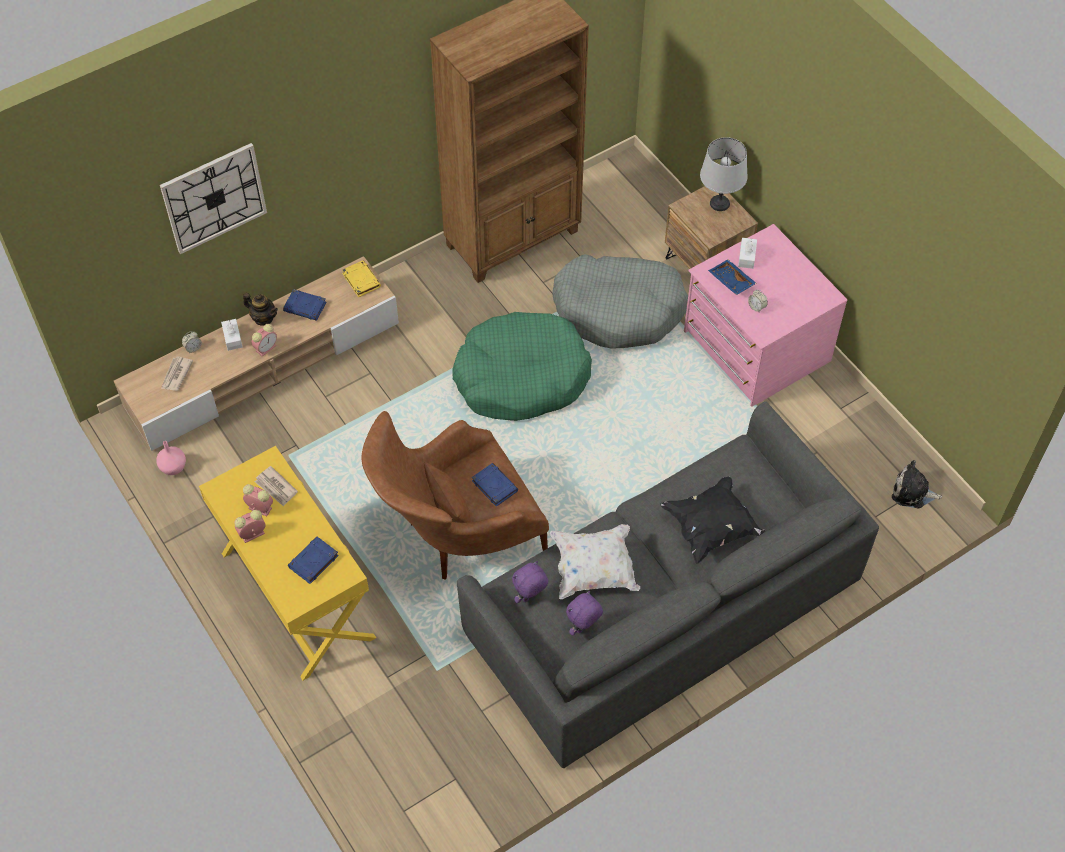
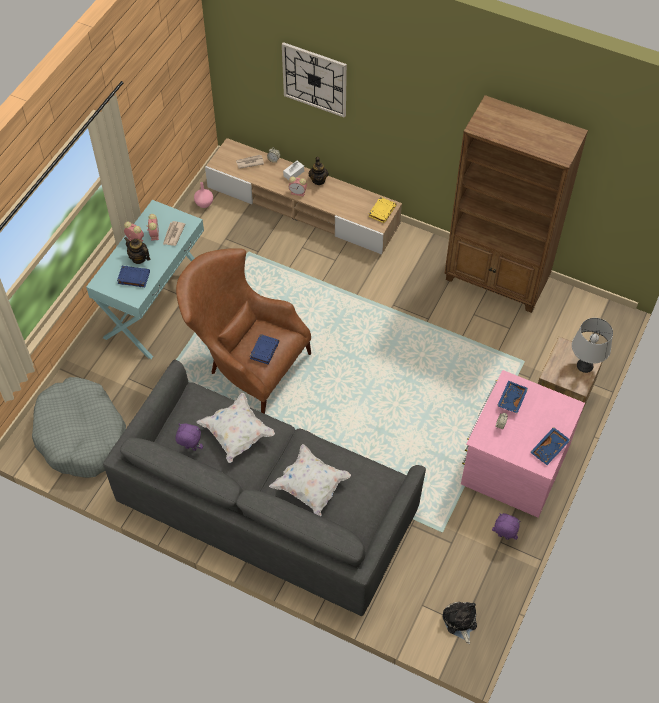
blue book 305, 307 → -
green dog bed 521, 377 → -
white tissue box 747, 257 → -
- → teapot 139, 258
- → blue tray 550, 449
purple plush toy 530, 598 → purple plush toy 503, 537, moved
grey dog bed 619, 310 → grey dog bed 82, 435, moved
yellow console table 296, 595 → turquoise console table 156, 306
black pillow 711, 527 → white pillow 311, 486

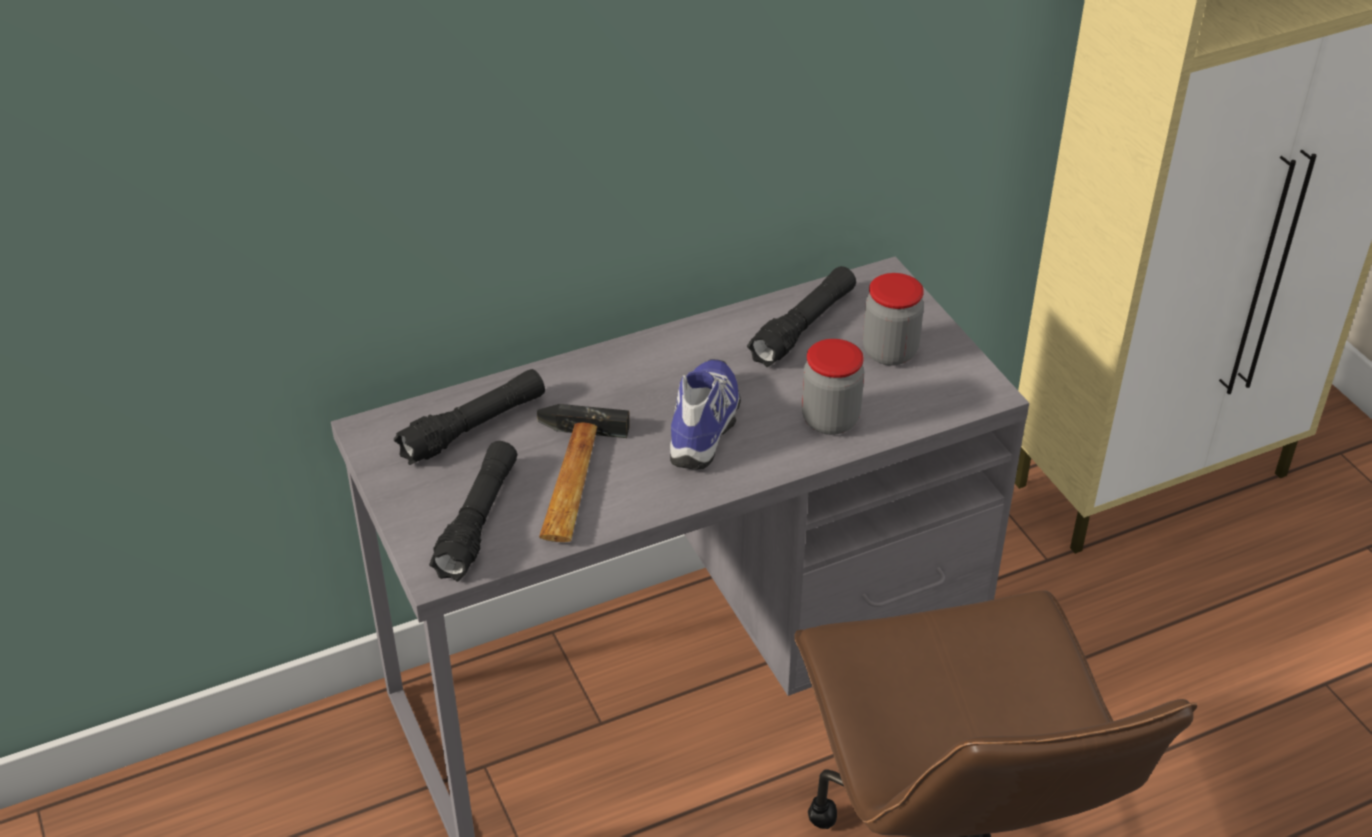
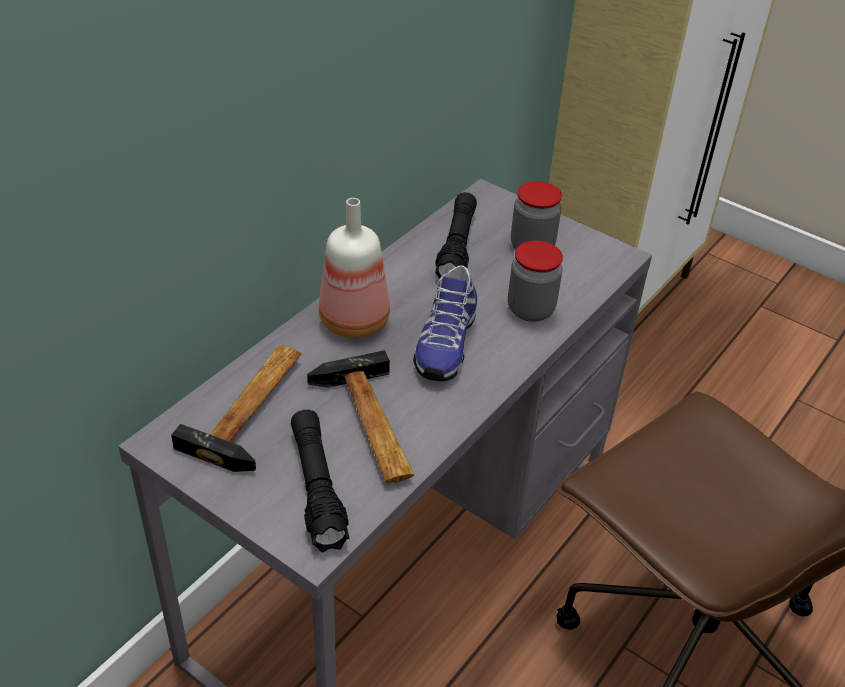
- → bottle 356, 320
black flashlight 473, 428 → hammer 255, 408
shoe 706, 426 → shoe 444, 344, 150 degrees counterclockwise

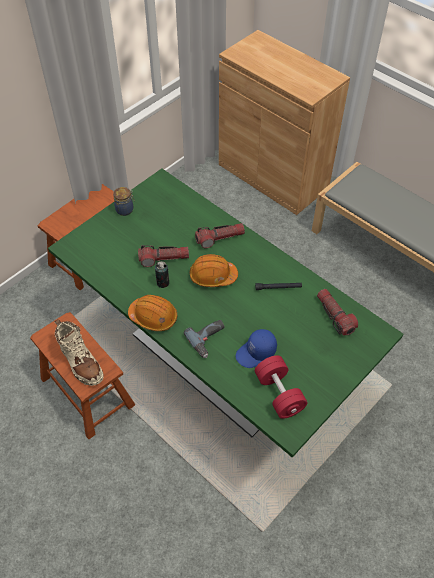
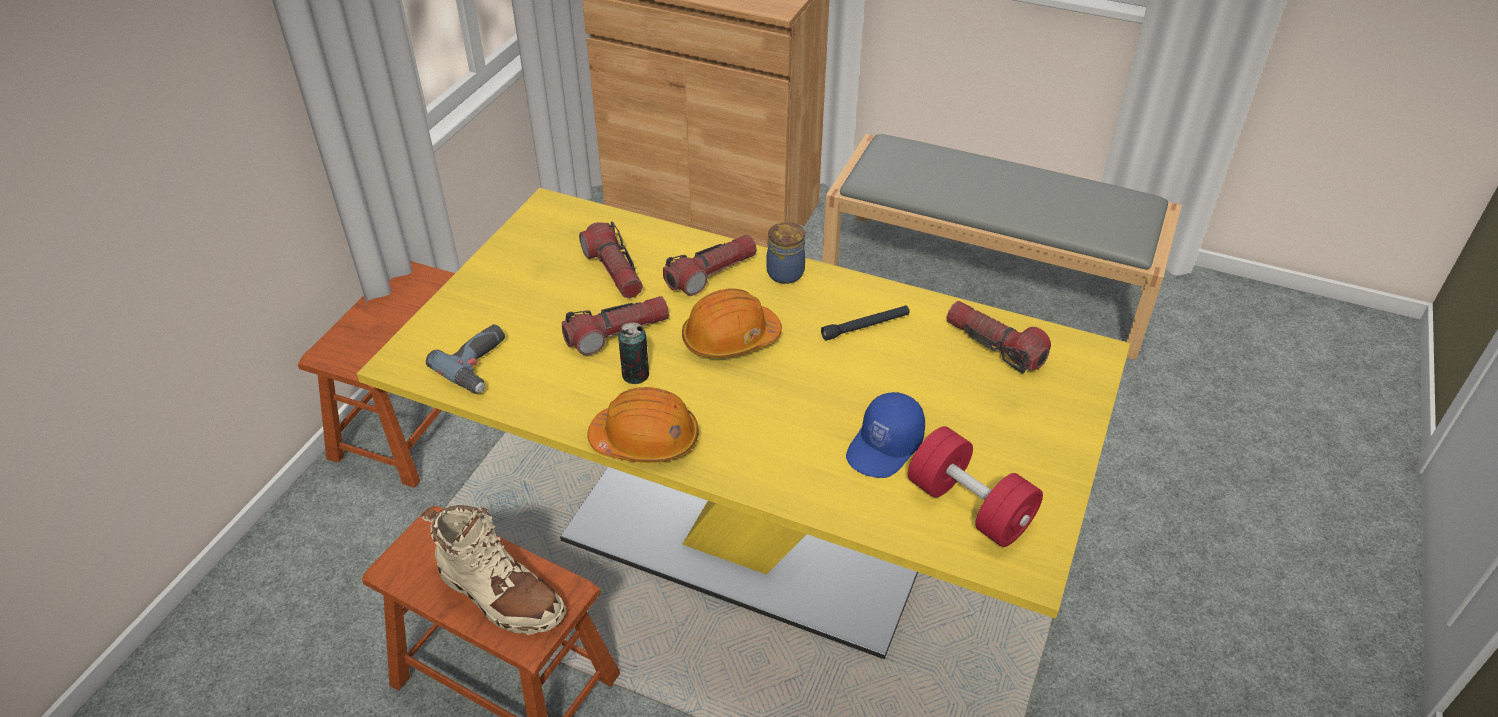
- → flashlight 614, 270
jar 125, 209 → jar 786, 272, moved
power drill 209, 340 → power drill 481, 365, moved
green dining table 216, 359 → yellow dining table 748, 536

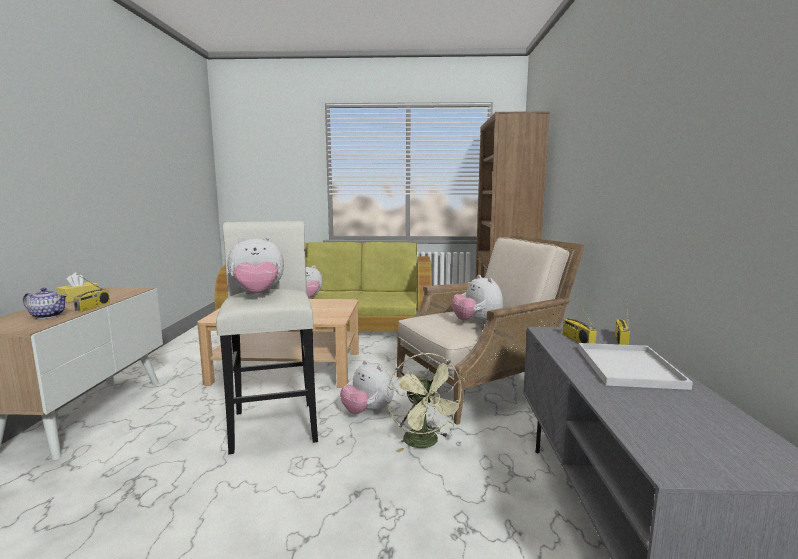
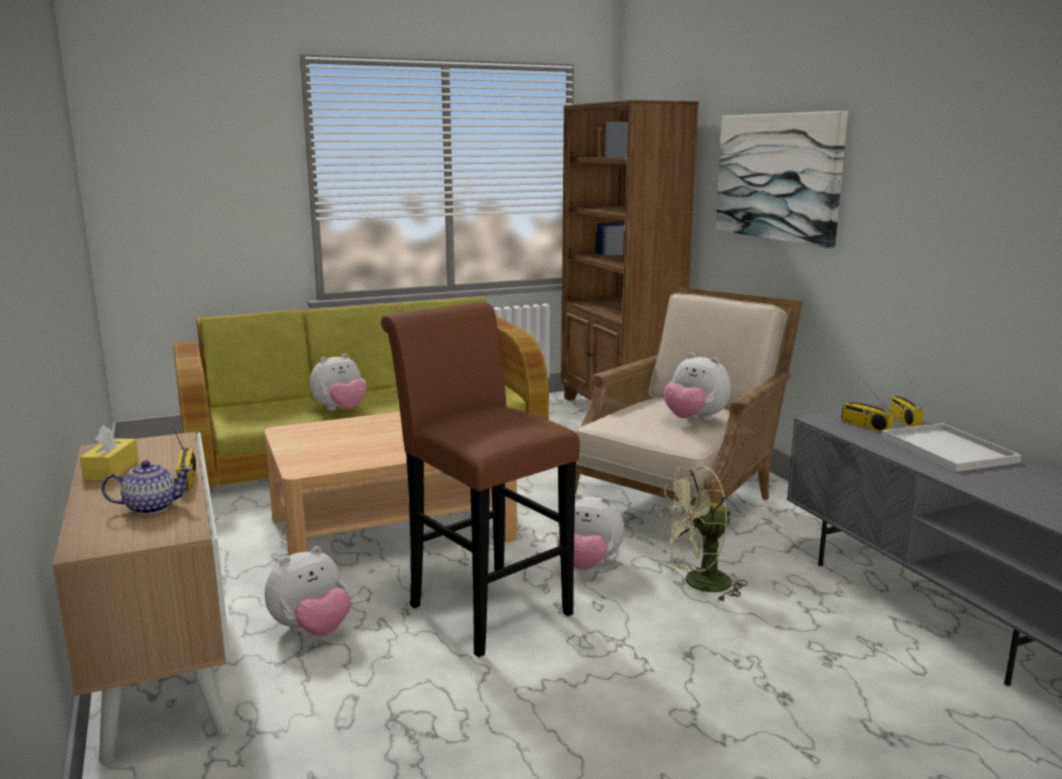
- → picture 777, 177
plush toy 257, 295 → plush toy 311, 630, moved
white stool 274, 422 → brown stool 483, 605
green fan 425, 443 → green fan 698, 584, 120 degrees clockwise

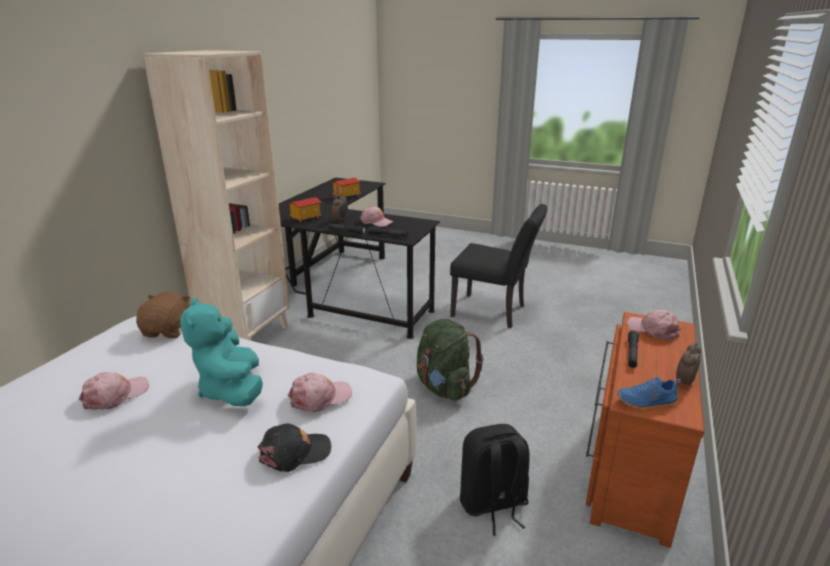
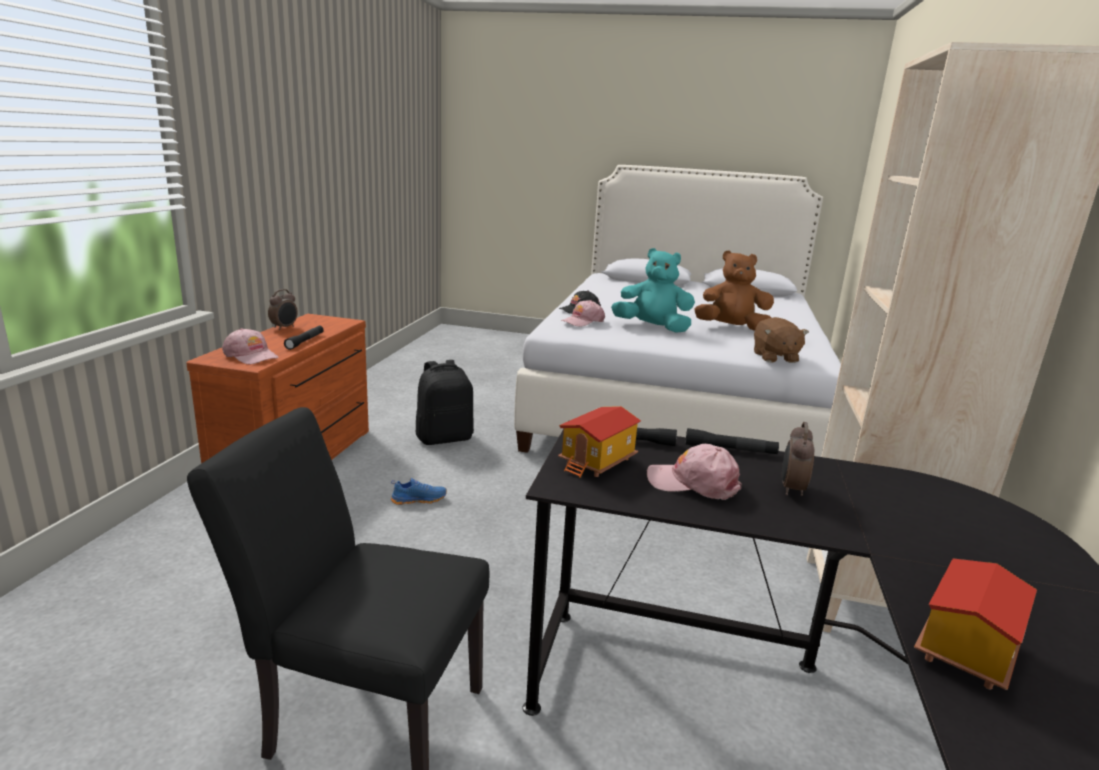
green backpack 444, 387 → -
toy house 305, 218 → toy house 598, 462, moved
blue shoe 647, 403 → blue shoe 419, 499, moved
pink cap 115, 395 → brown plush toy 731, 328
turquoise plush toy 232, 390 → turquoise plush toy 652, 328, 45 degrees counterclockwise

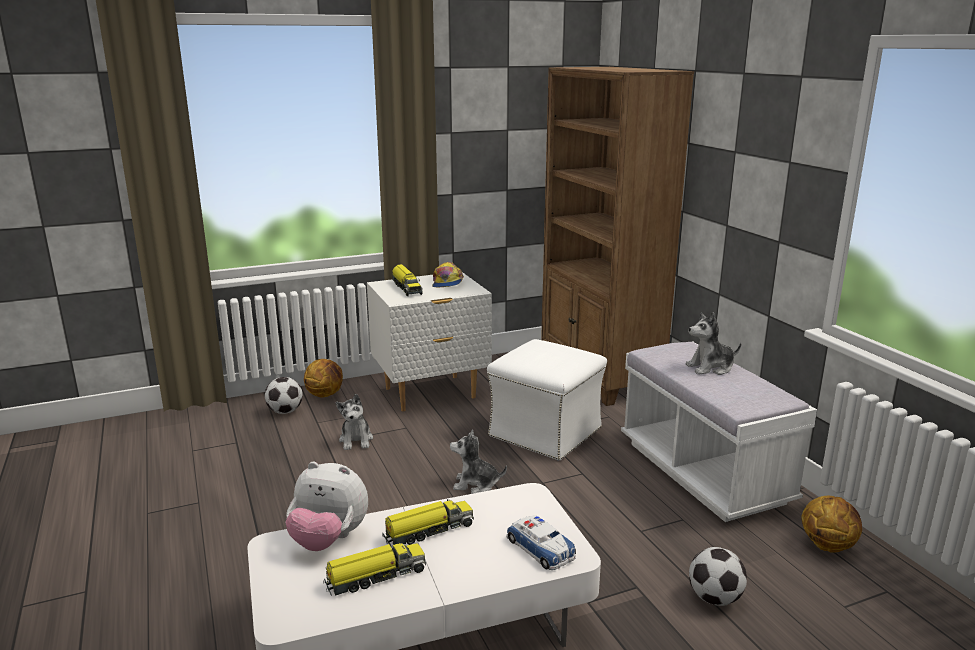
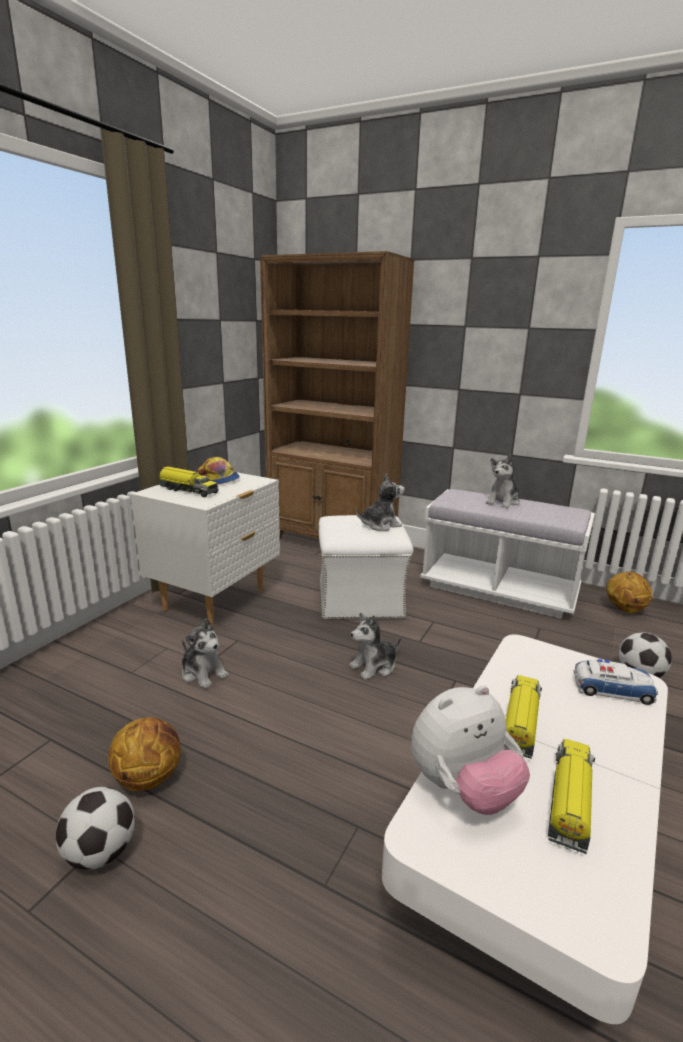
- → plush toy 380, 525
football 285, 411 → football 101, 853, moved
basketball 325, 394 → basketball 149, 777, moved

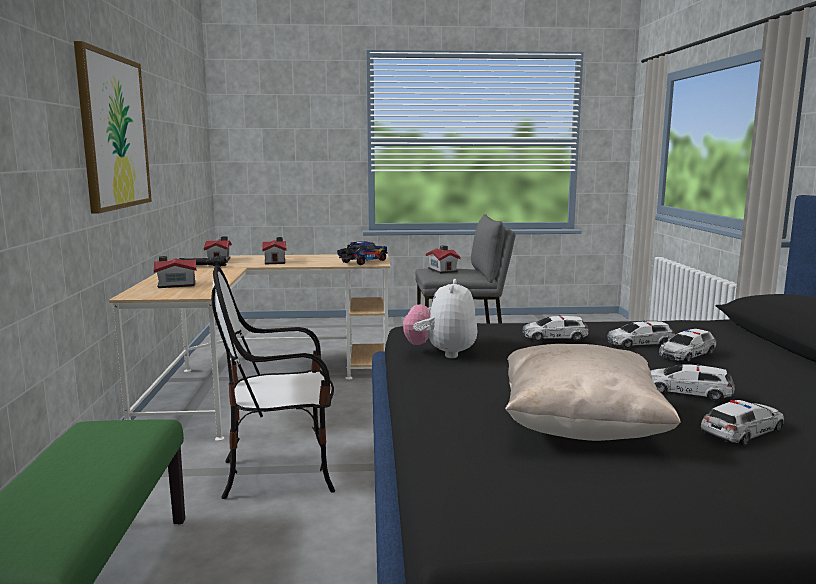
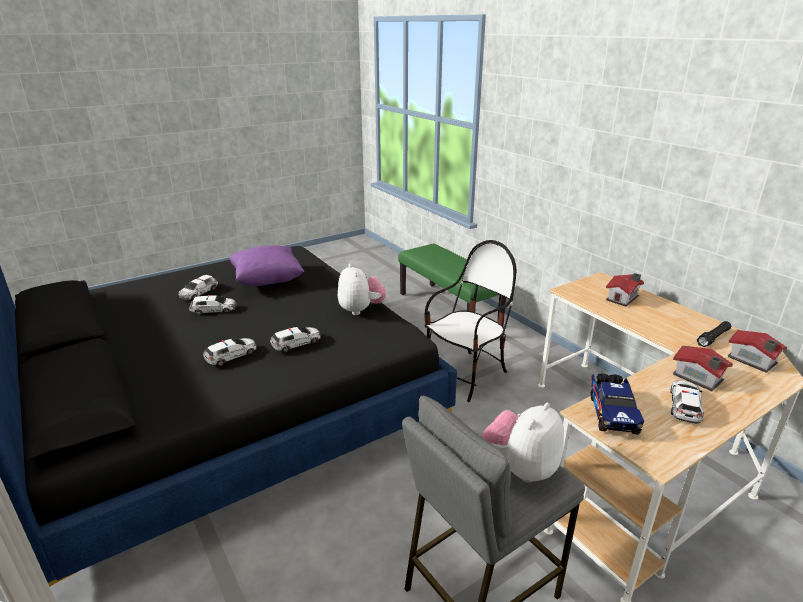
picture 114, 132 → -
toy car 686, 354 → toy car 685, 406, moved
toy house 443, 270 → plush toy 521, 468
beige pillow 580, 428 → purple pillow 267, 281

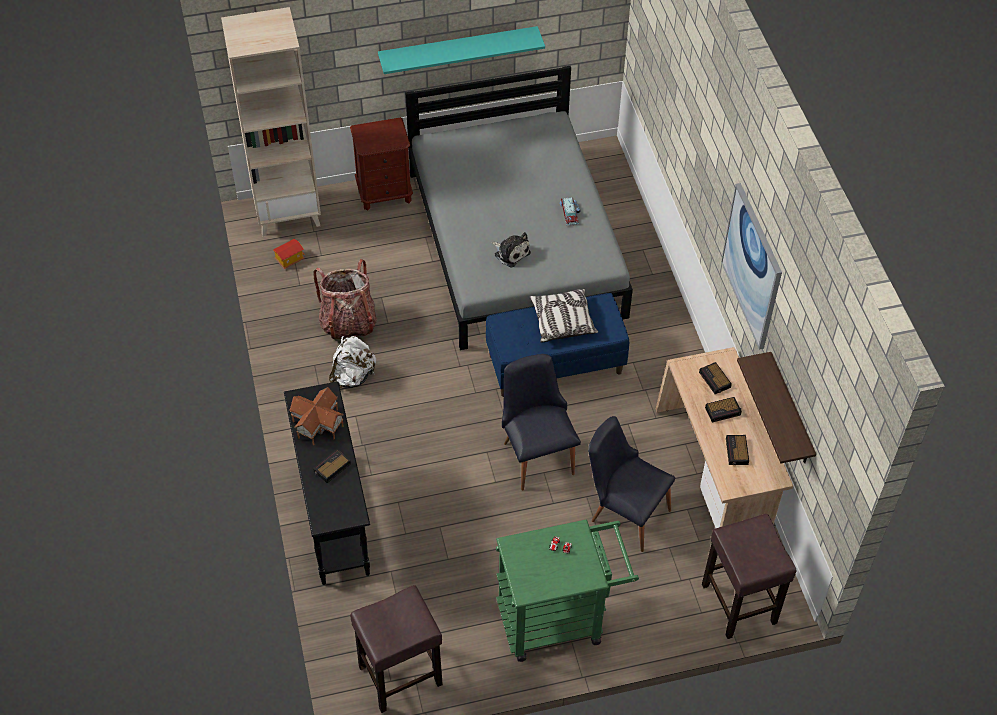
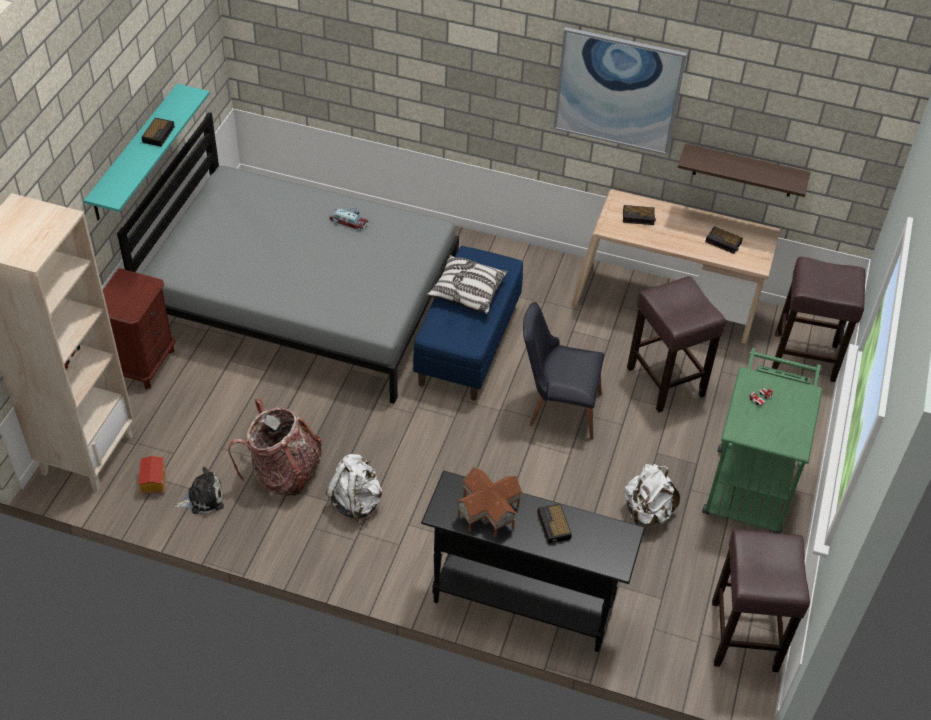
- → white backpack 647, 512
plush toy 511, 253 → plush toy 203, 498, moved
alarm clock 723, 411 → alarm clock 159, 134, moved
black chair 624, 511 → brown stool 664, 381

